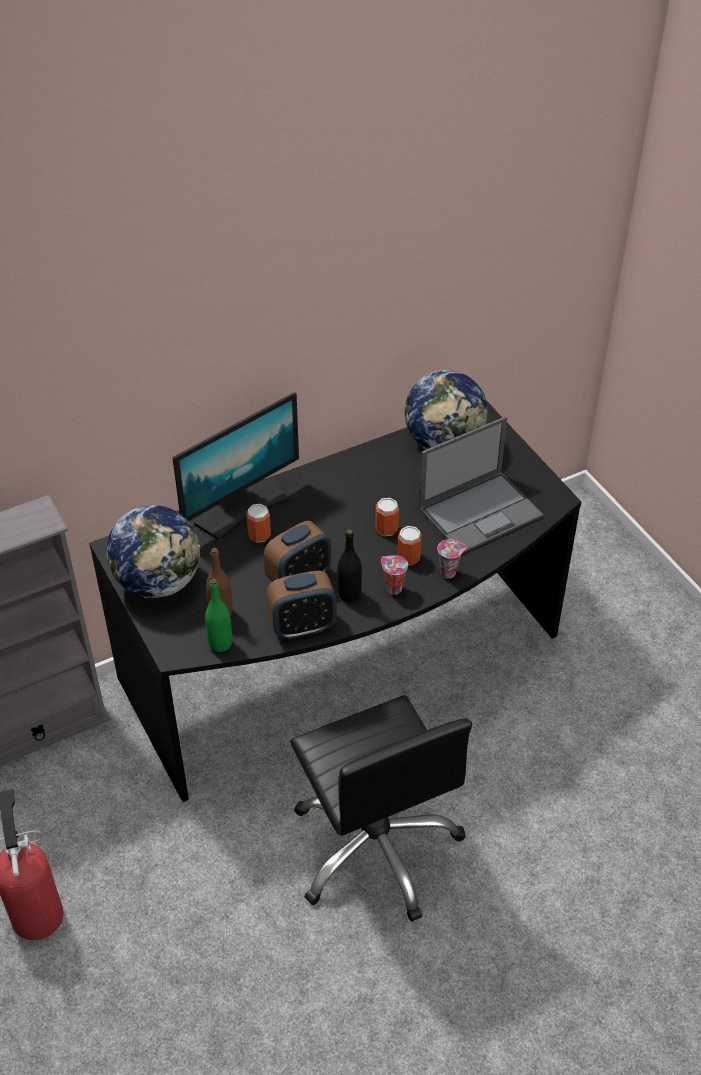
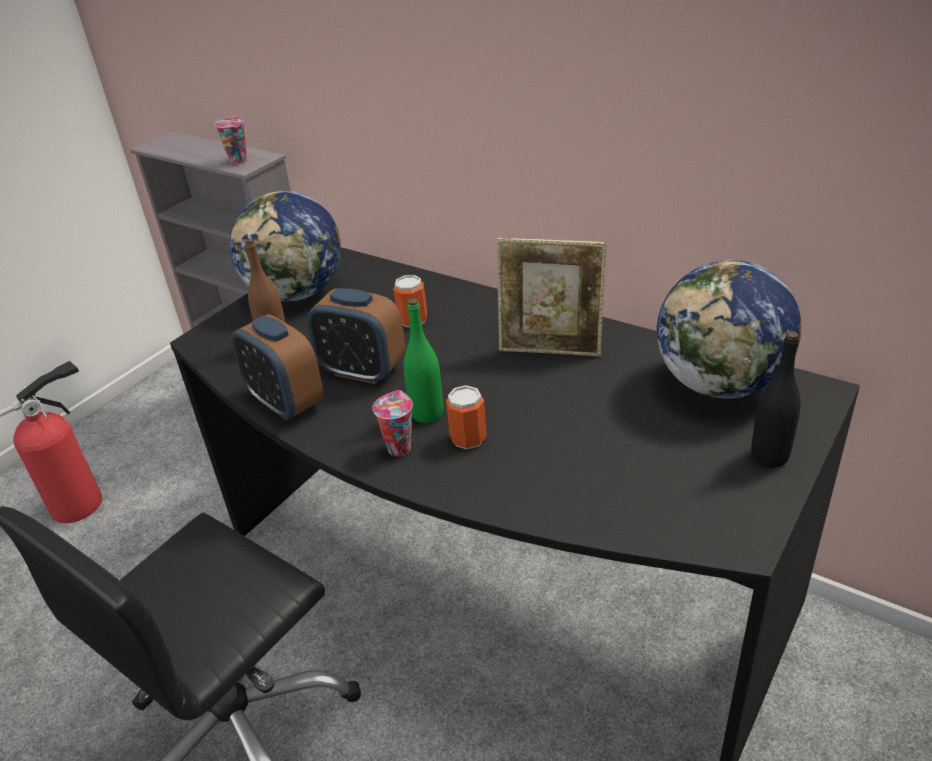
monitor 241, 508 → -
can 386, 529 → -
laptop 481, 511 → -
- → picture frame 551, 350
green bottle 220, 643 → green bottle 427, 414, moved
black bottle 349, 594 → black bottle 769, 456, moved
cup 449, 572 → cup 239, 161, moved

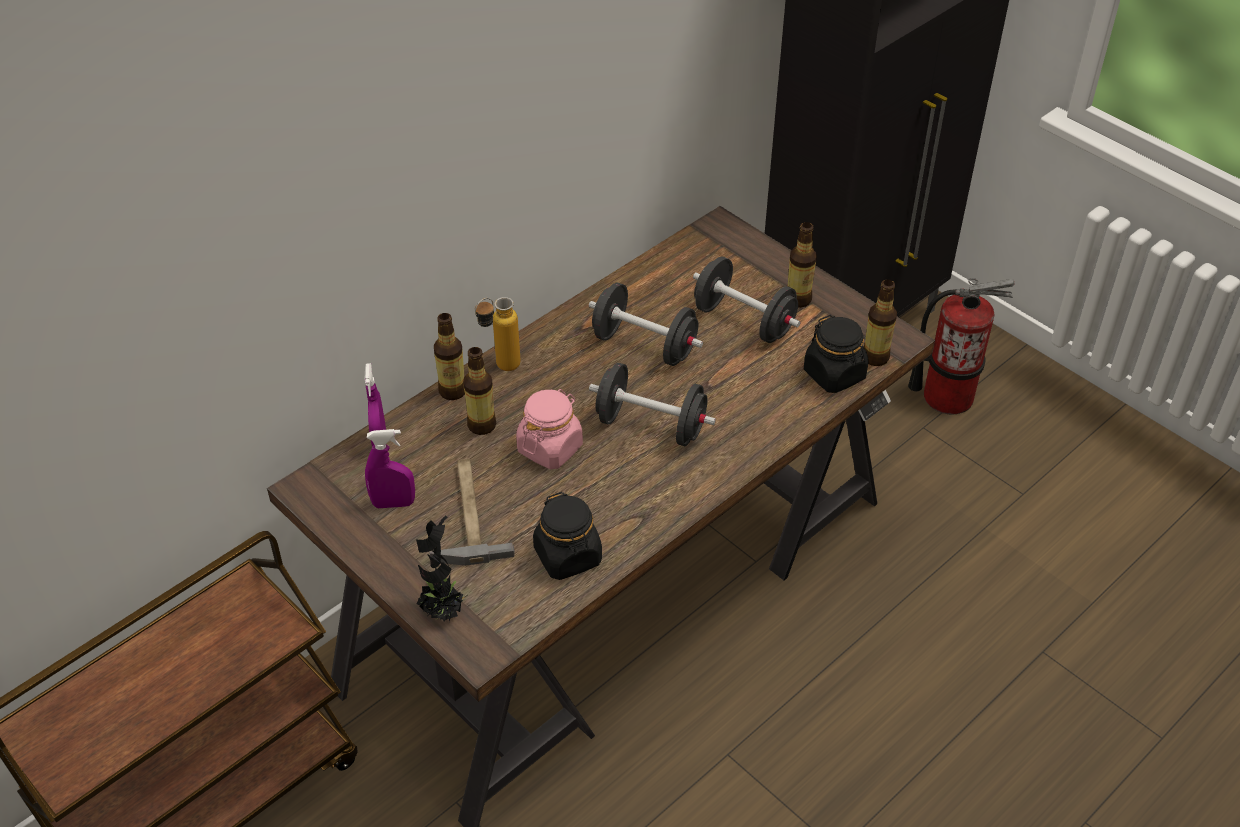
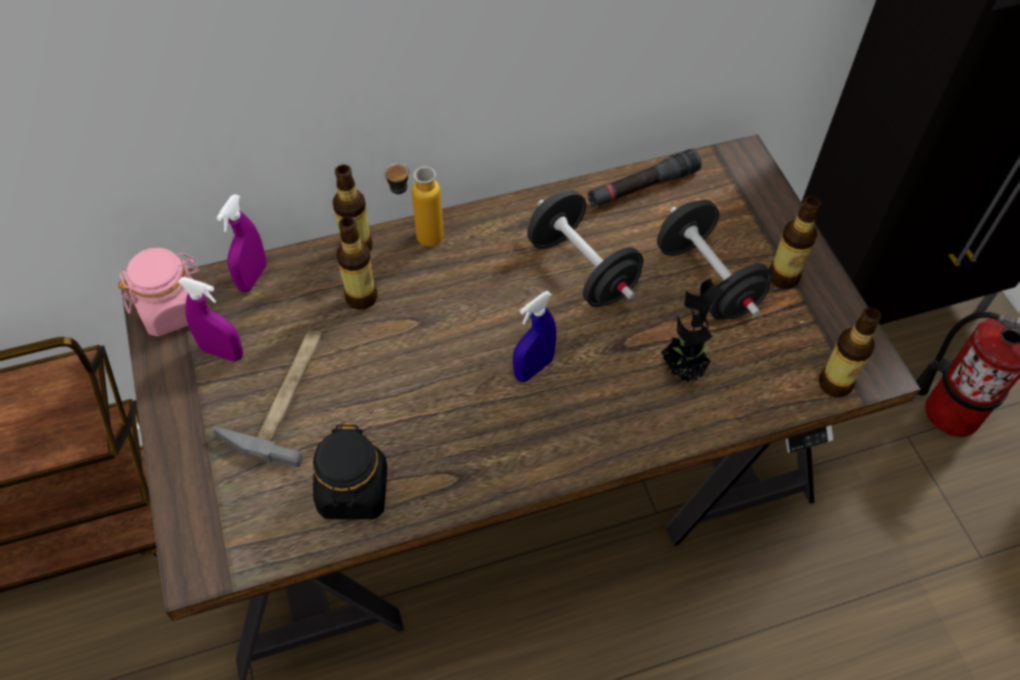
black jar 834, 374 → -
- → black flashlight 642, 187
potted plant 444, 612 → potted plant 684, 370, moved
pink jar 550, 448 → pink jar 172, 309, moved
black dumbbell 651, 425 → blue spray bottle 533, 368

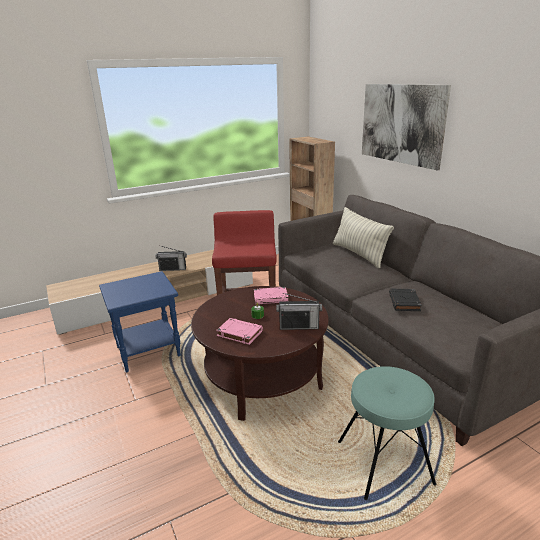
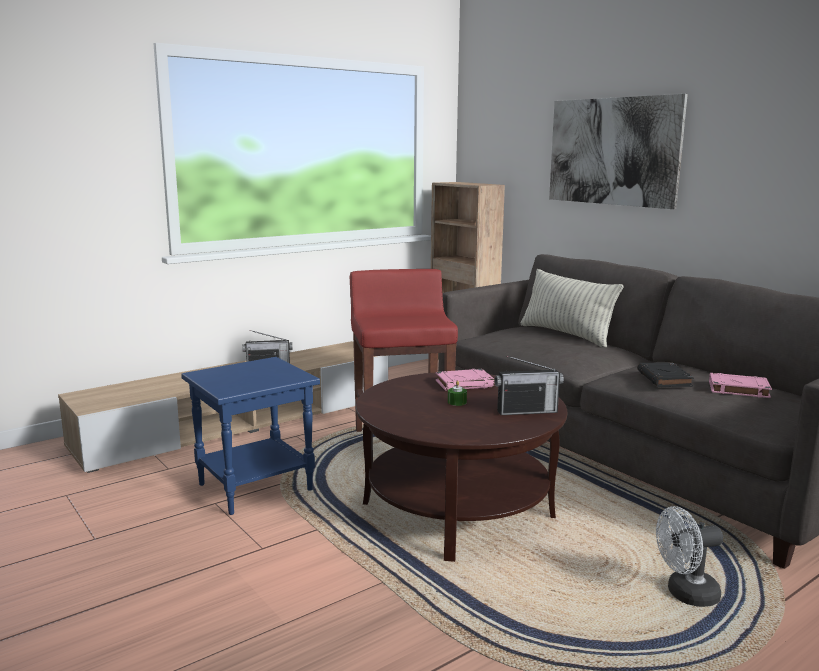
pink book 239, 333 → pink book 737, 389, moved
turquoise stool 384, 462 → white fan 685, 594

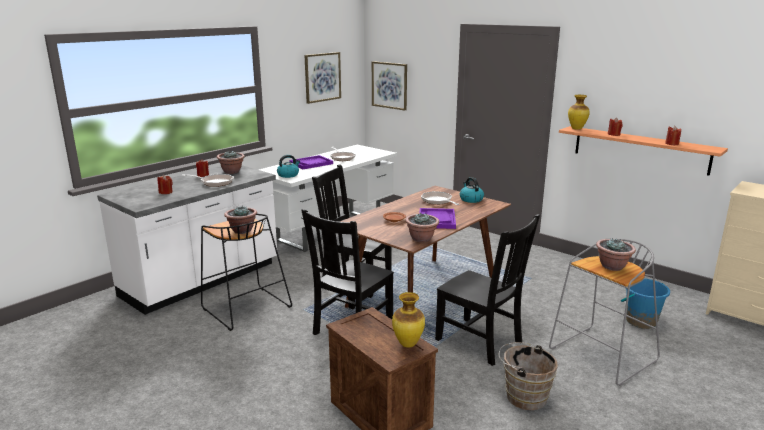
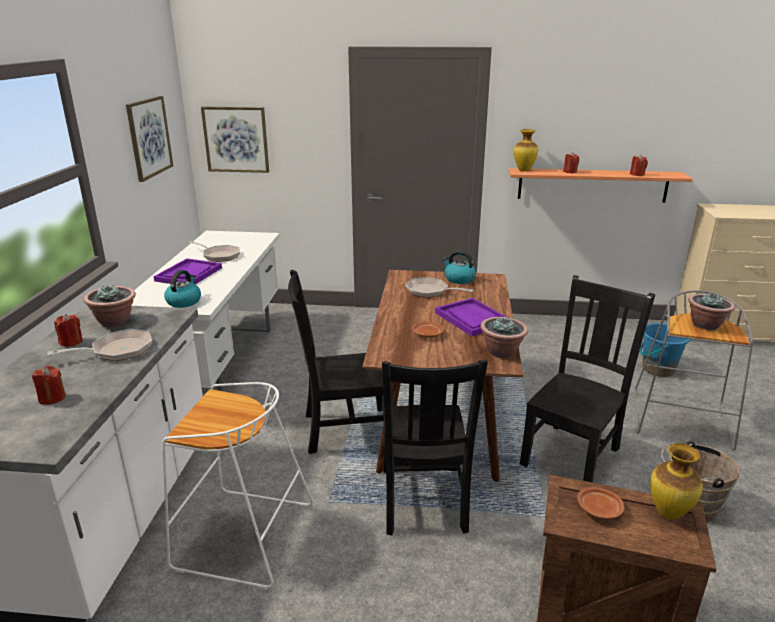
potted plant 242, 231 → -
- → brown plate 599, 509
black stool 245, 307 → white stool 242, 537
black chair 481, 342 → black chair 572, 454, 60 degrees counterclockwise

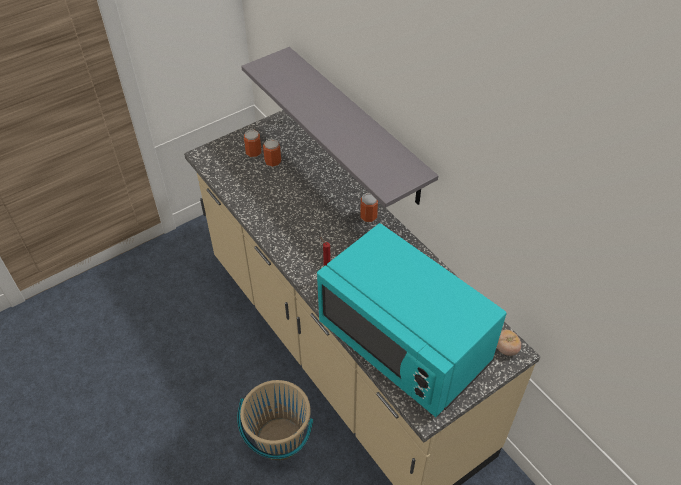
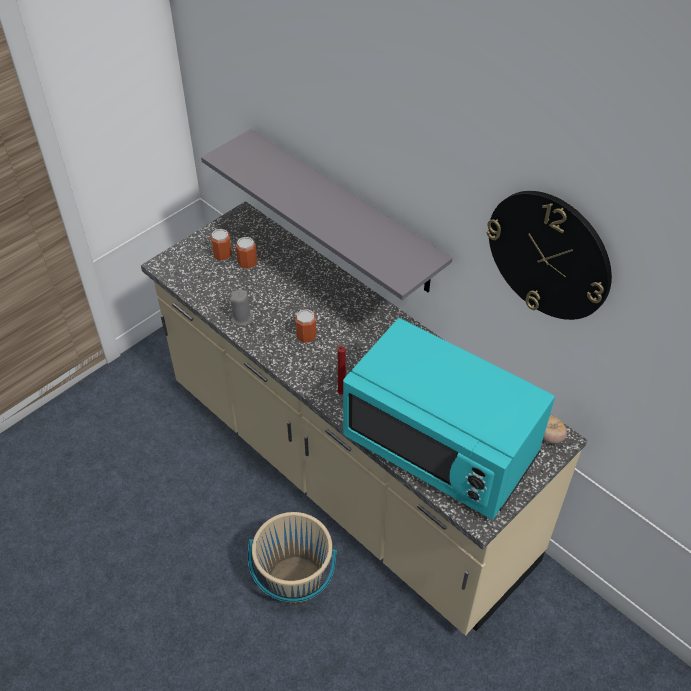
- → grey candle 242, 318
- → wall clock 549, 255
can 368, 216 → can 306, 336, moved

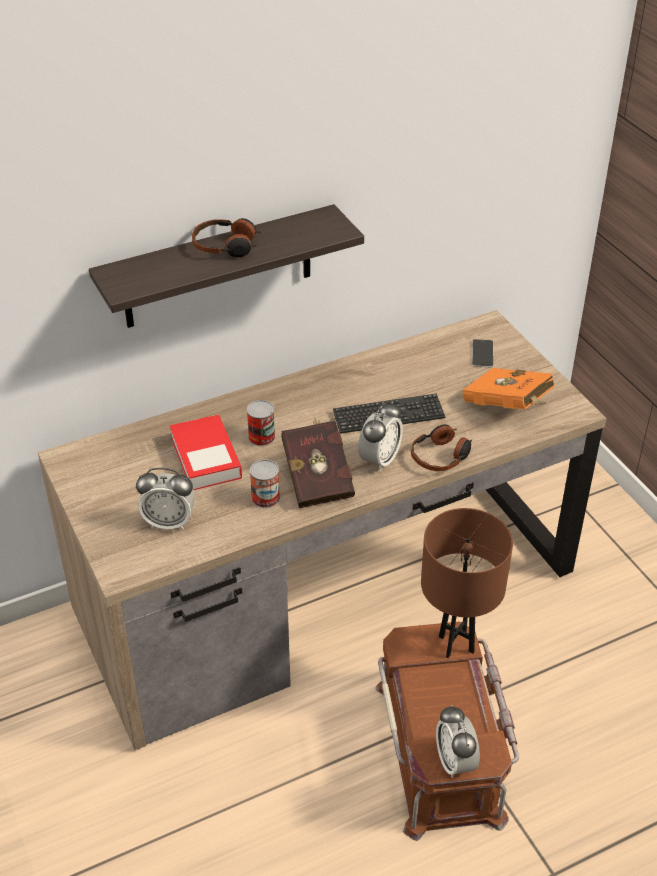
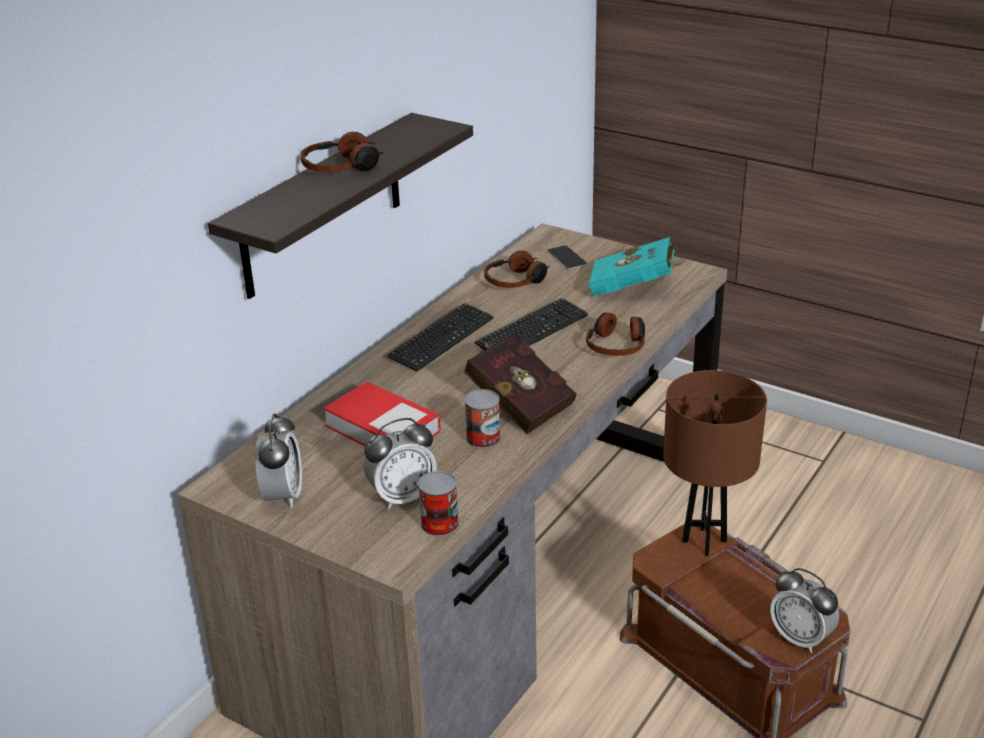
- → keyboard 441, 339
- → headphones 516, 280
can 261, 437 → can 439, 524, moved
alarm clock 379, 459 → alarm clock 283, 496, moved
orange book 508, 407 → turquoise book 635, 289

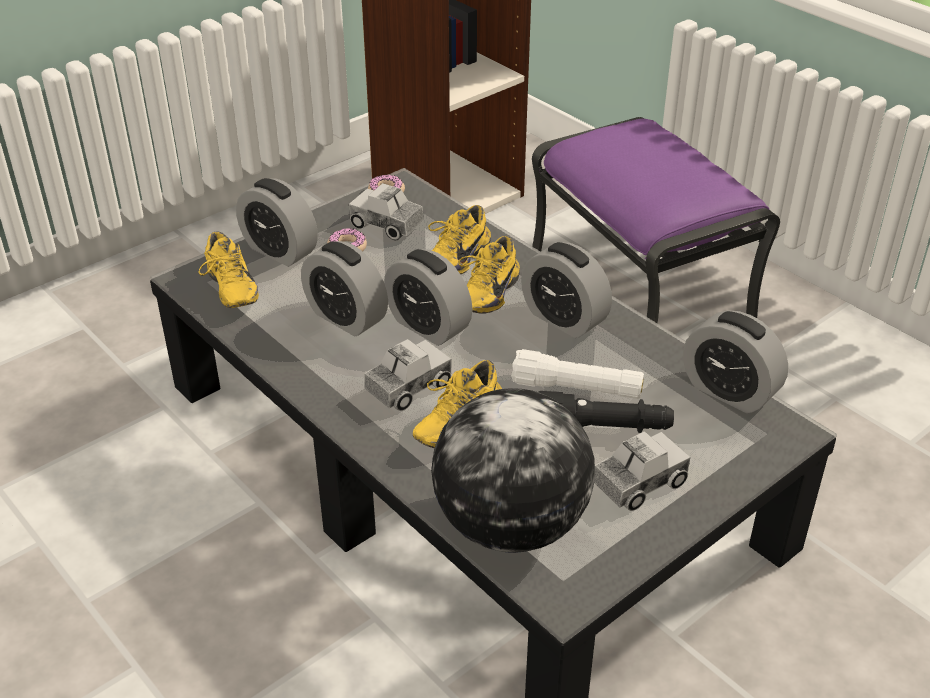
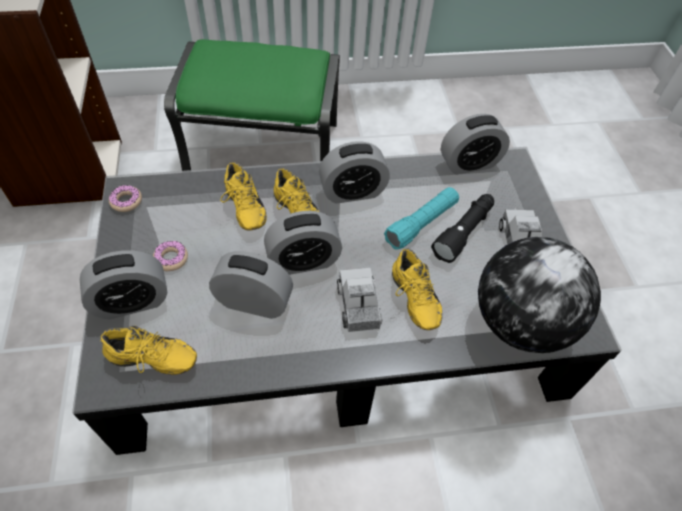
toy truck 387, 225 → -
white flashlight 576, 389 → turquoise flashlight 421, 224
purple ottoman 642, 289 → green ottoman 264, 147
alarm clock 346, 317 → alarm clock 254, 302, 150 degrees counterclockwise

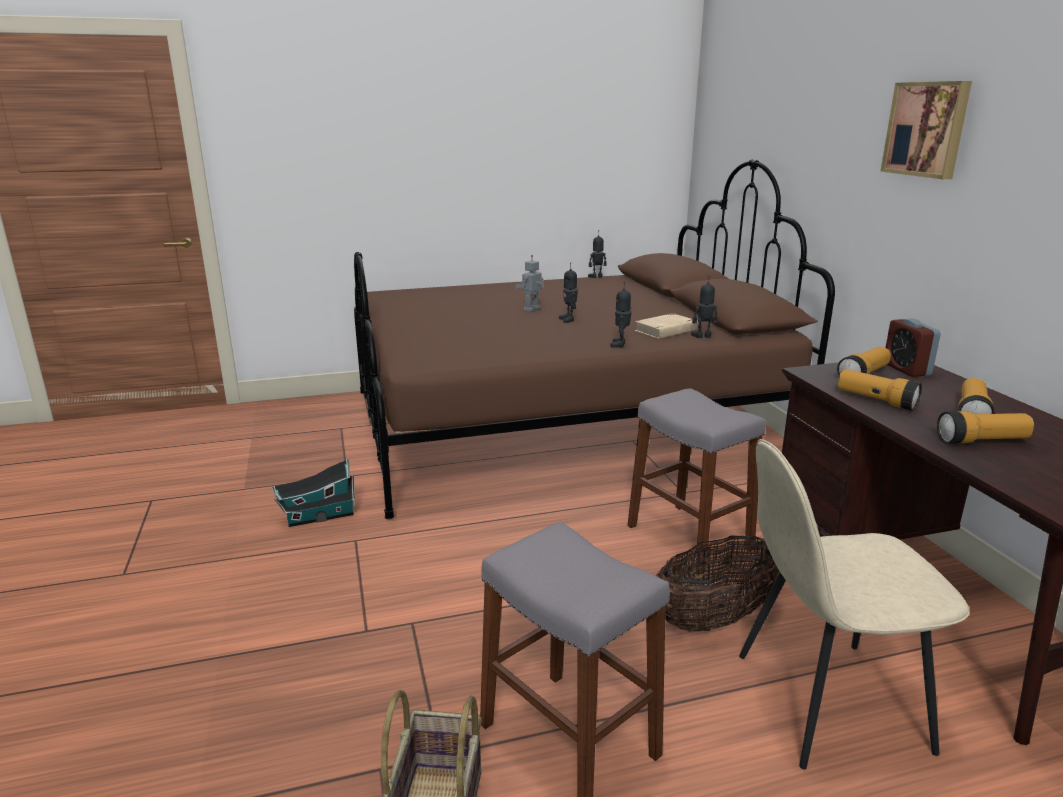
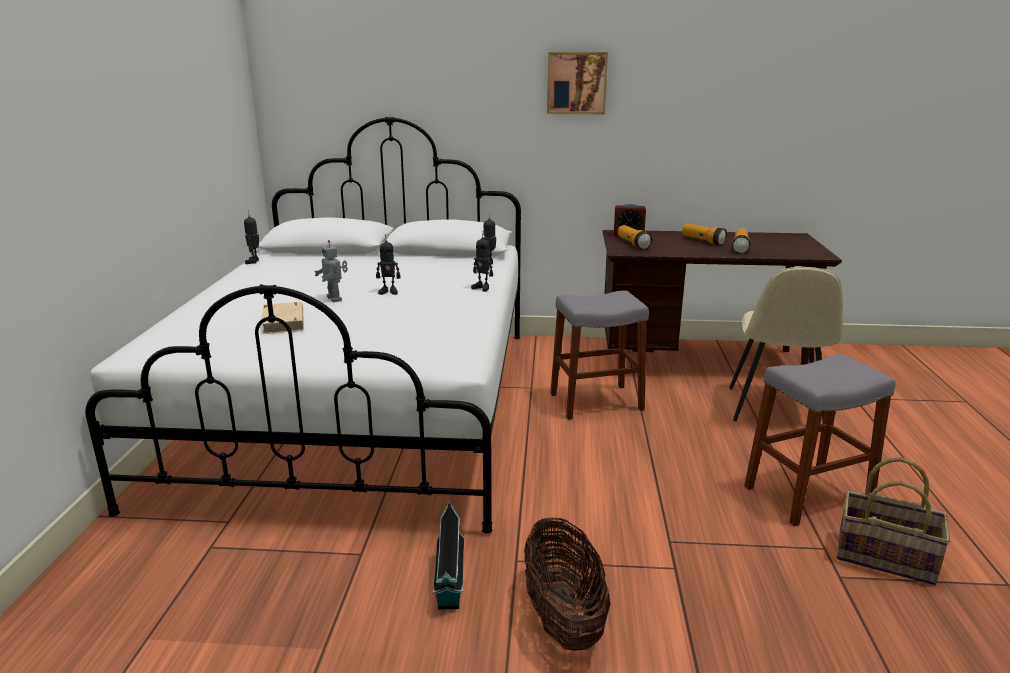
flashlight 876, 401 → -
beige book 666, 330 → beige book 284, 322, moved
basket 714, 618 → basket 563, 617, moved
brown bed 562, 425 → white bed 363, 407

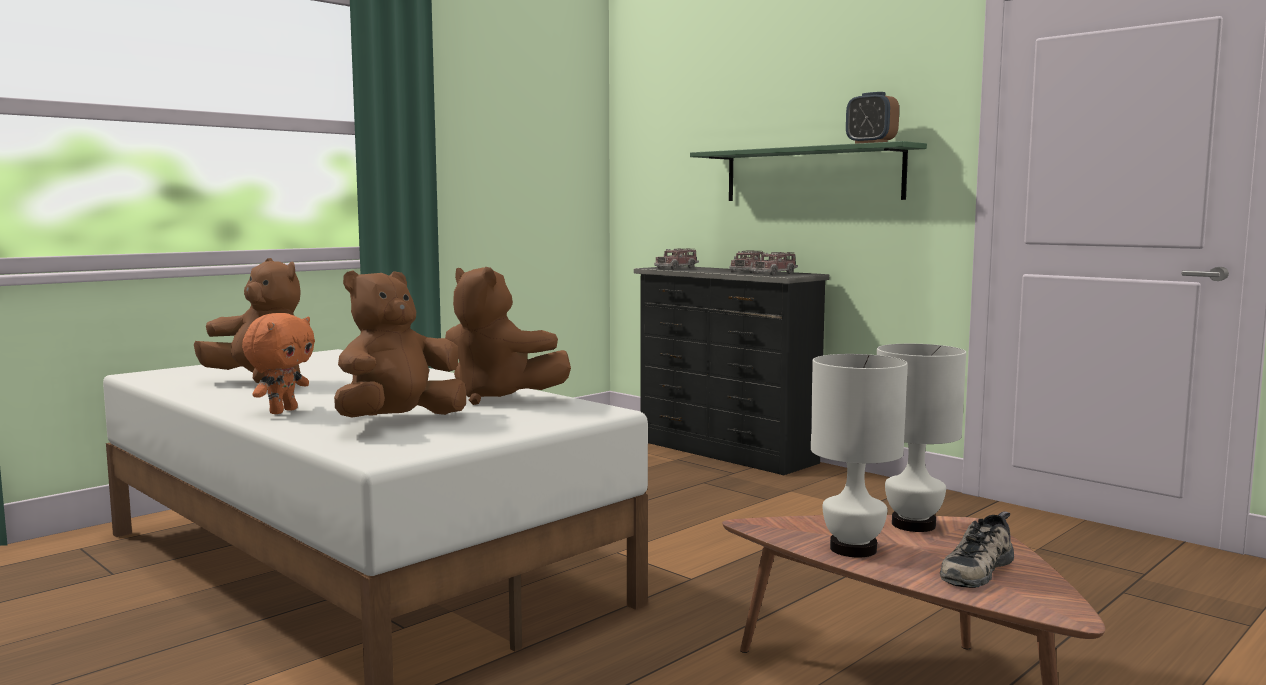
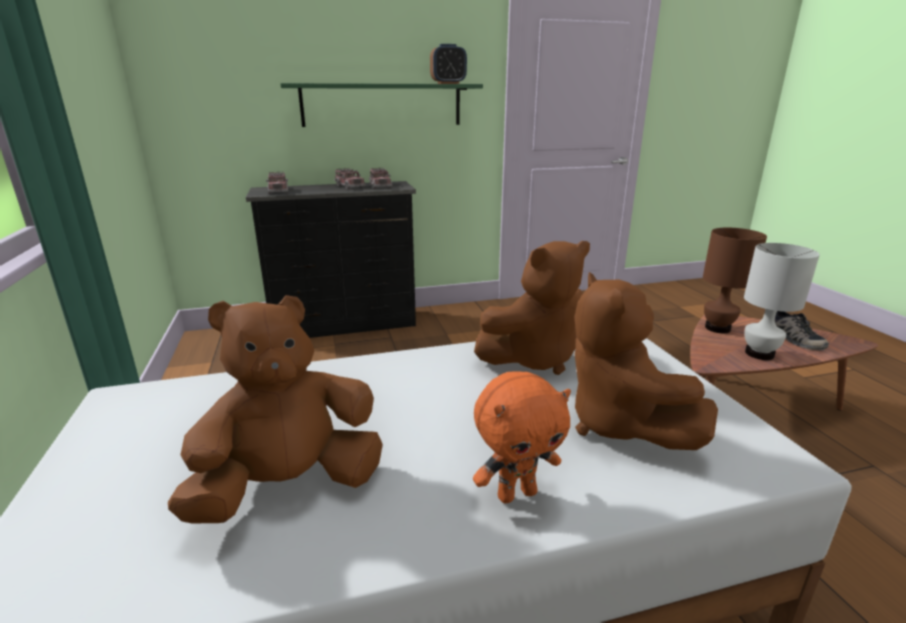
white table lamp 914, 525 → brown table lamp 717, 328
orange plush toy 282, 411 → orange plush toy 516, 493, 105 degrees clockwise

